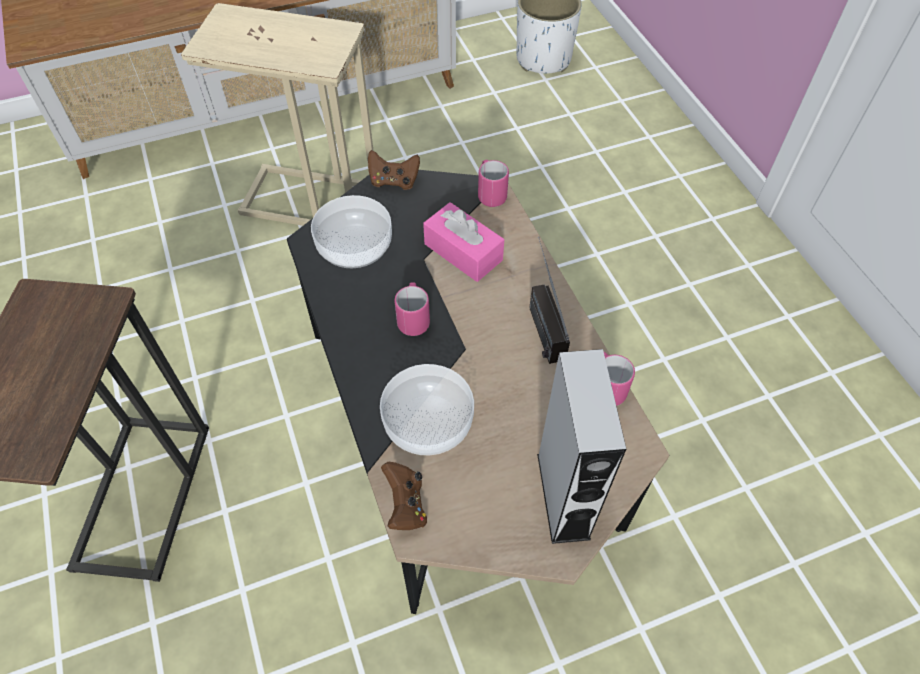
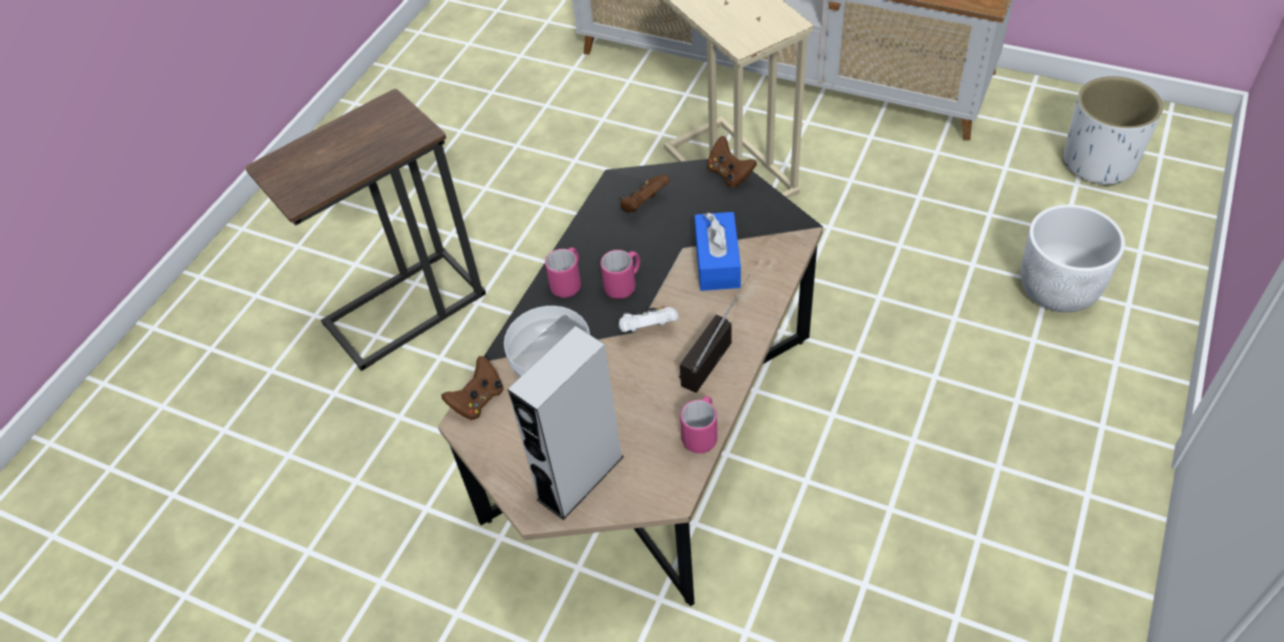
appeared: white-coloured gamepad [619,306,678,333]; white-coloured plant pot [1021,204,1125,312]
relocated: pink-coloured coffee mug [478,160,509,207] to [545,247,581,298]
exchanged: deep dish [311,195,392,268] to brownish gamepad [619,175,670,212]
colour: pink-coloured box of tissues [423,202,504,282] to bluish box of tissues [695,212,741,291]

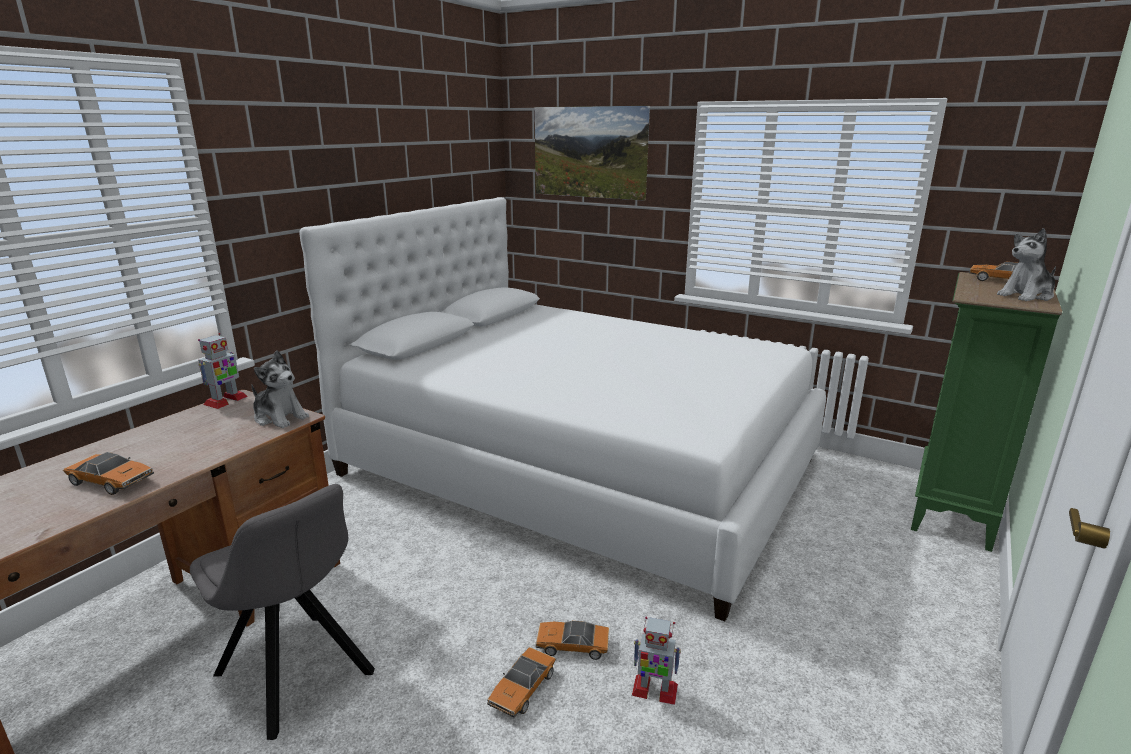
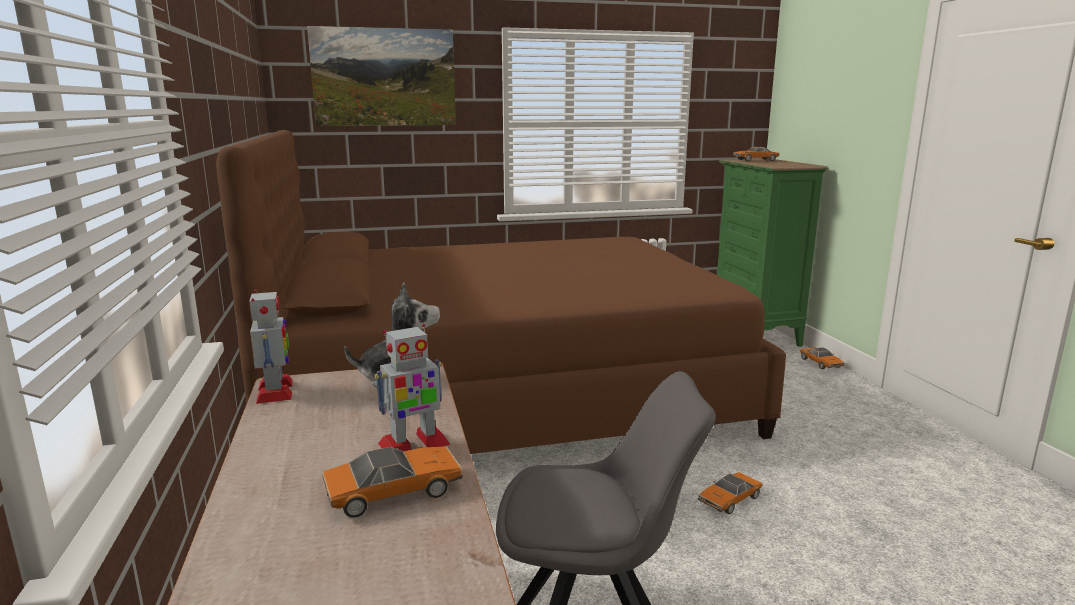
missing: cuddly toy [997,228,1056,301]
relocated: robot figure [632,617,681,705] to [375,324,450,451]; model car [487,647,556,717] to [800,347,845,369]
colour: white-coloured bedroom bed [300,197,826,622] to brownish bedroom bed [216,130,786,454]

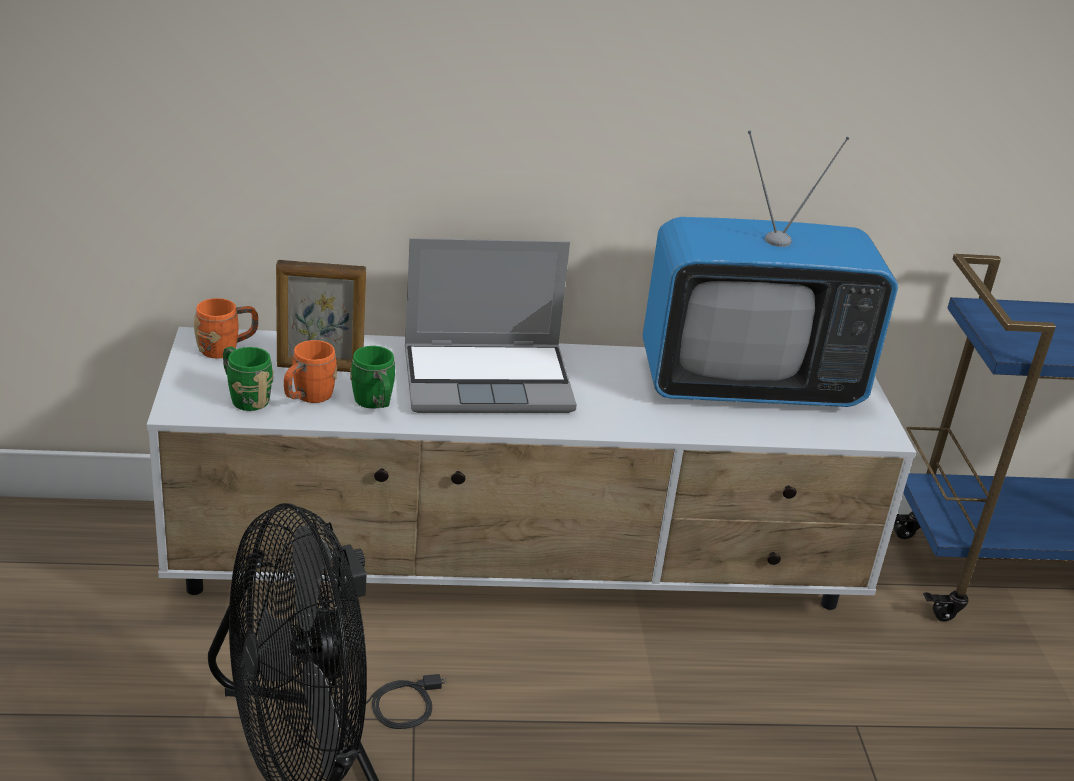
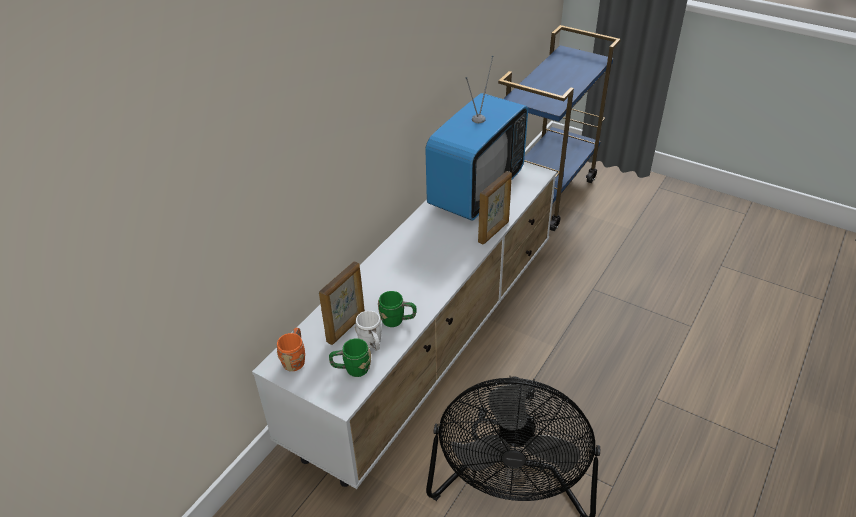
missing: portable computer [405,238,577,413]
appeared: photo frame [478,171,512,245]
colour: orangey coffee mug [284,340,337,403] to white-coloured coffee mug [355,311,382,351]

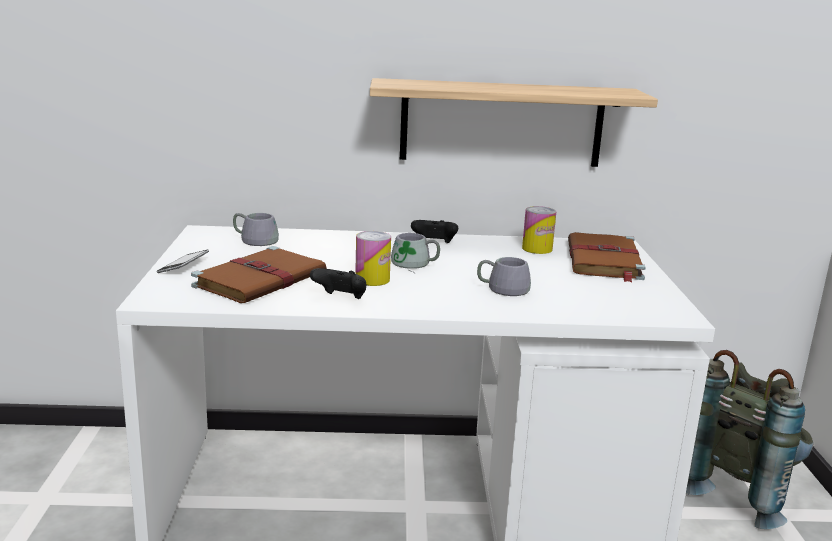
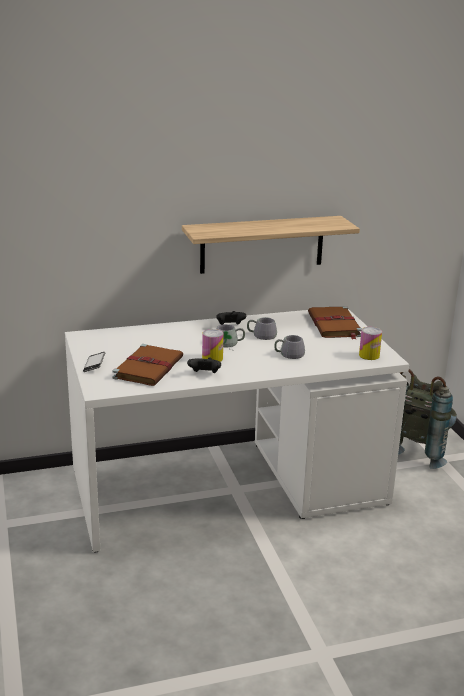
relocated: gray coffee mug [233,213,279,246] to [247,317,277,340]; metal can [522,206,556,254] to [359,327,382,360]

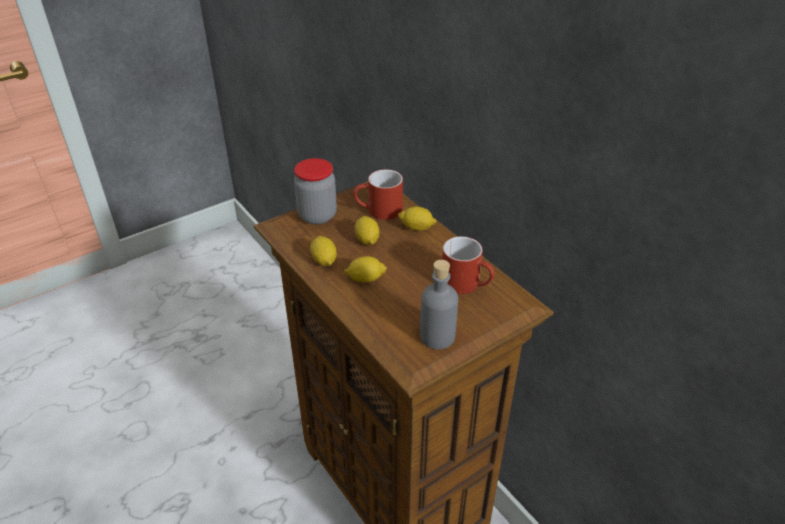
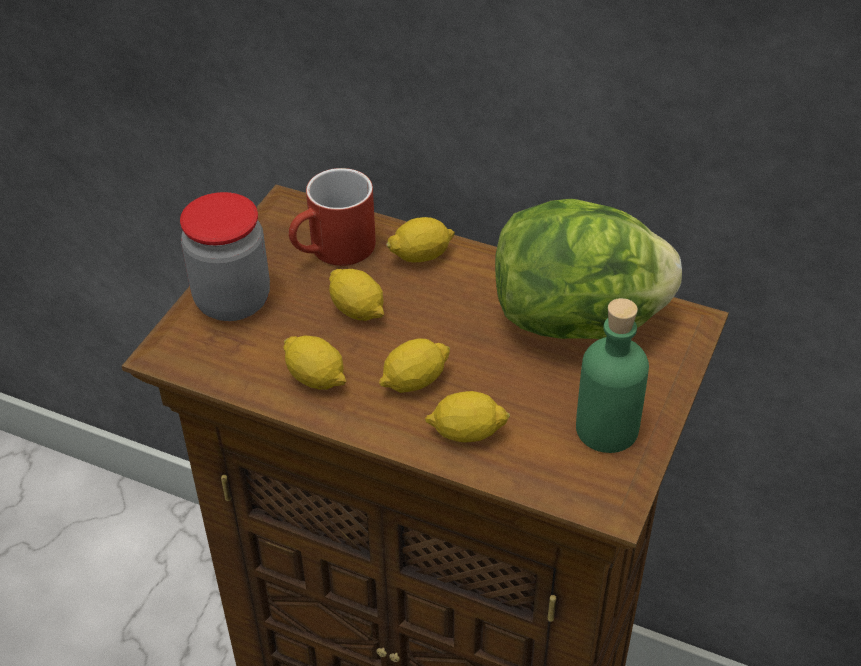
appeared: citrus fruit [425,391,510,443]
exchanged: red-coloured coffee mug [442,236,495,294] to lettuce [495,199,682,339]
colour: gray drink bottle [420,260,458,349] to greenish drink bottle [576,298,649,453]

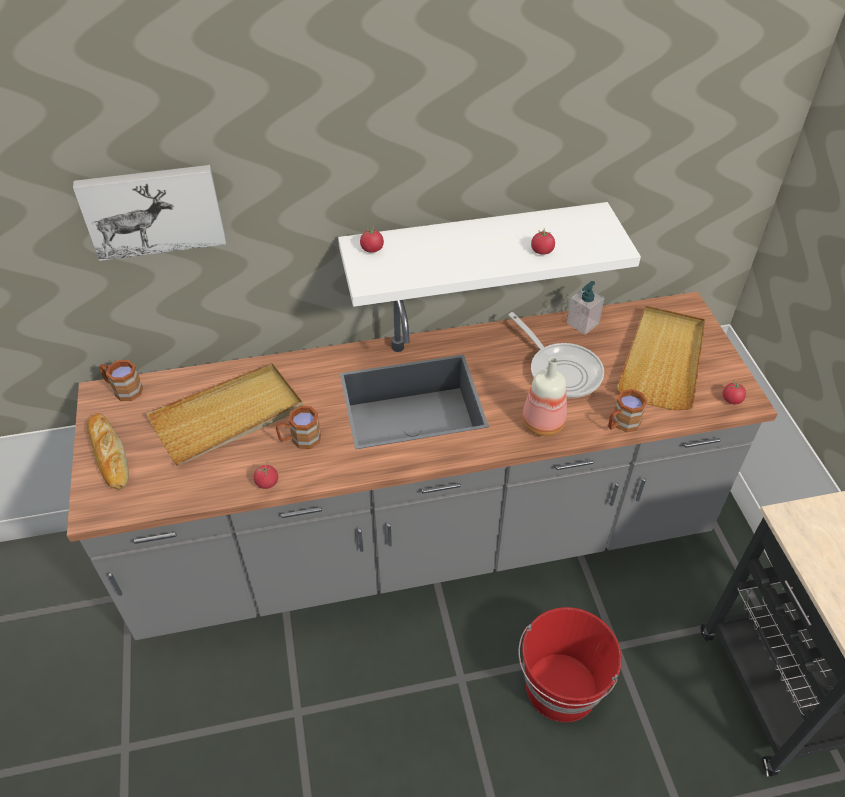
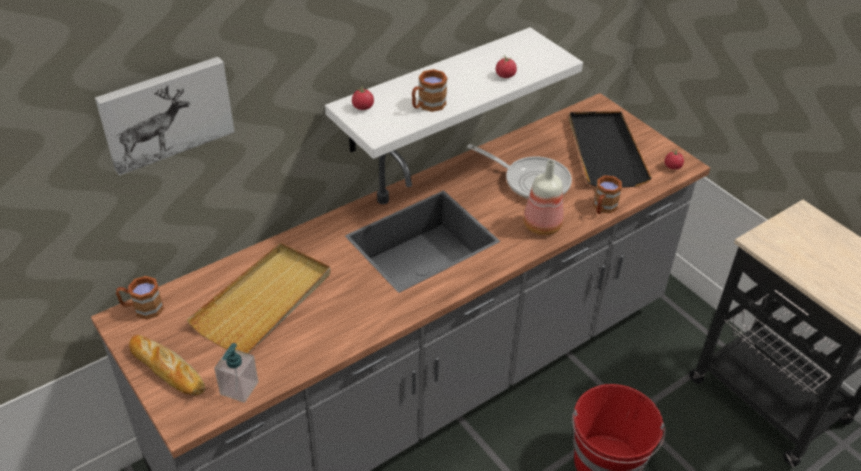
missing: tomato [254,462,278,489]
relocated: liquid soap bottle [567,281,605,335] to [214,343,258,403]; brownish coffee mug [276,406,321,449] to [412,69,447,112]
colour: sand-coloured serving tray [617,306,705,410] to black-coloured serving tray [569,111,652,188]

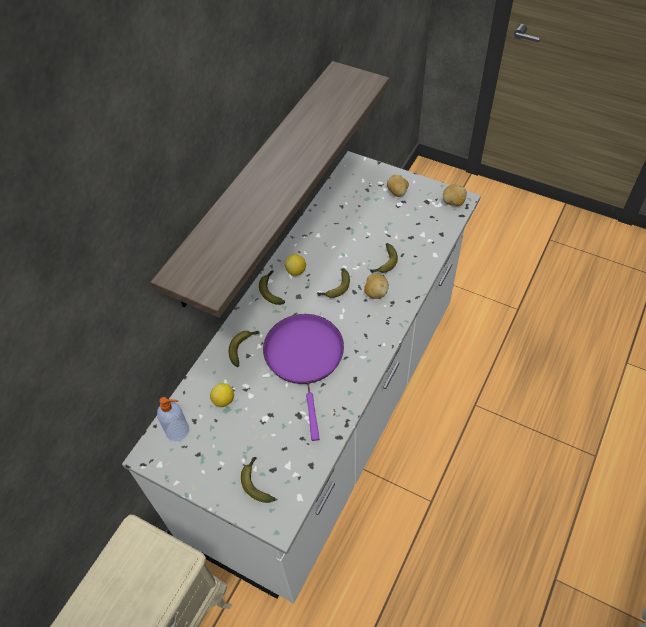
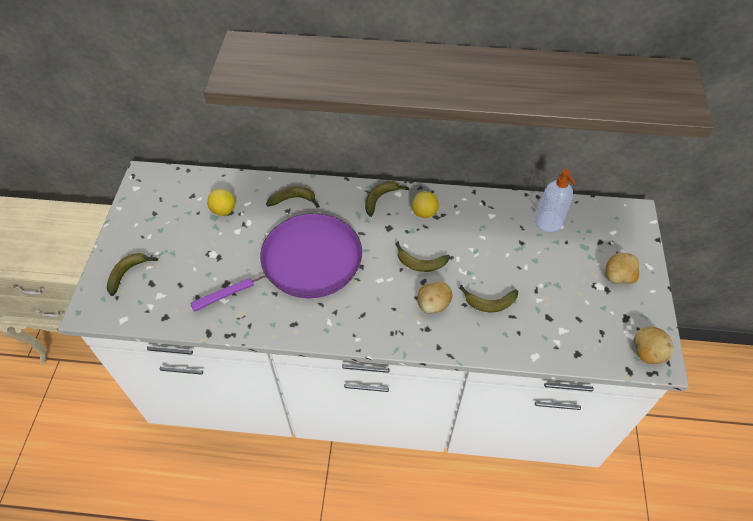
relocated: liquid soap bottle [157,397,189,441] to [536,169,575,232]

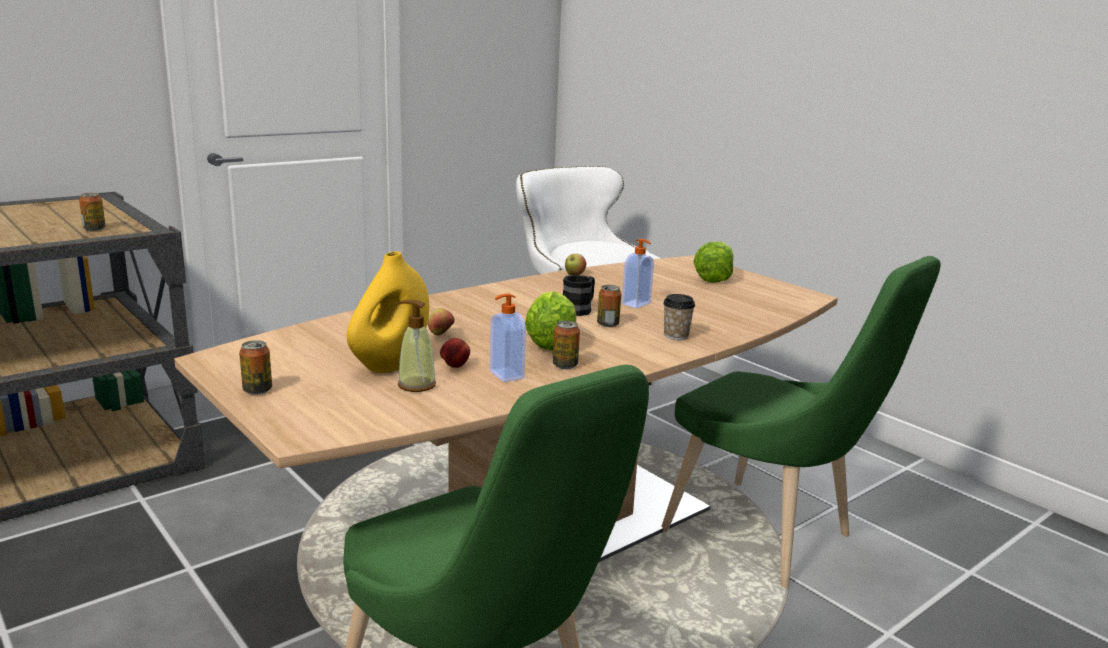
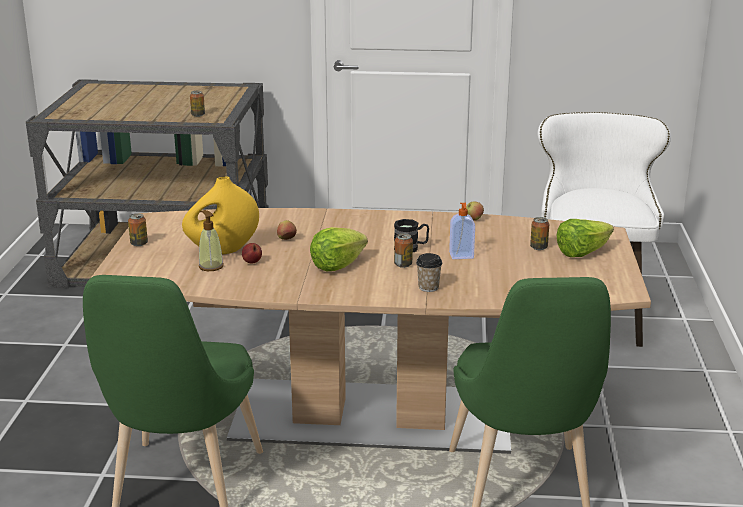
missing: liquid soap bottle [490,293,526,382]
relocated: metal can [553,321,580,369] to [530,217,549,250]

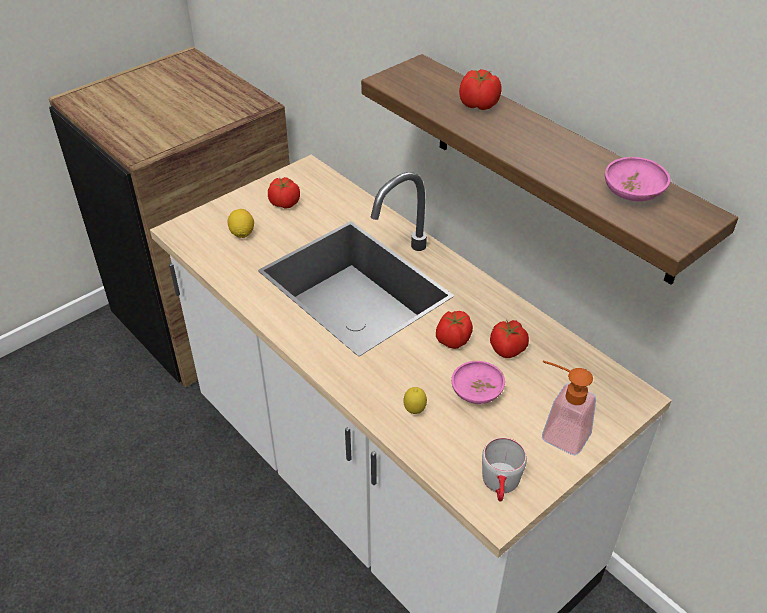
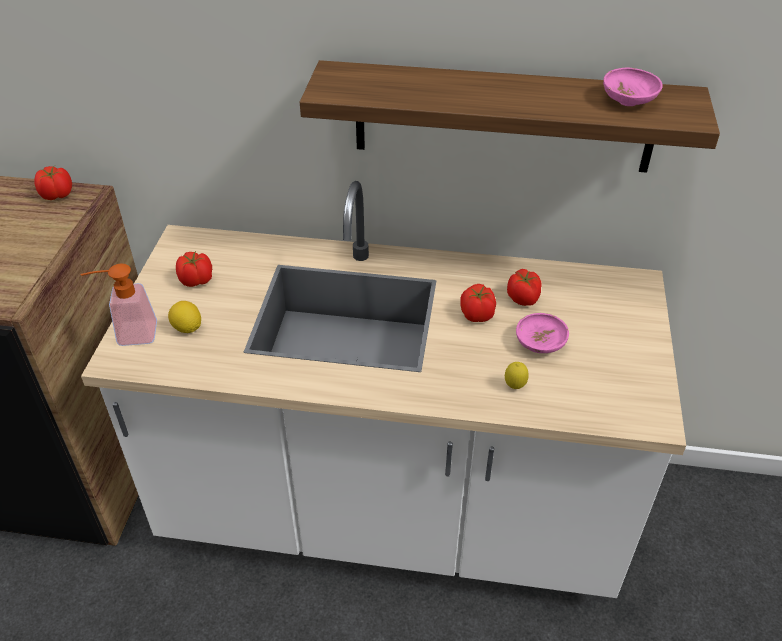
missing: gray coffee mug [482,437,527,502]
relocated: tomato [459,69,502,110] to [34,166,72,200]; liquid soap bottle [542,360,596,456] to [81,264,157,346]

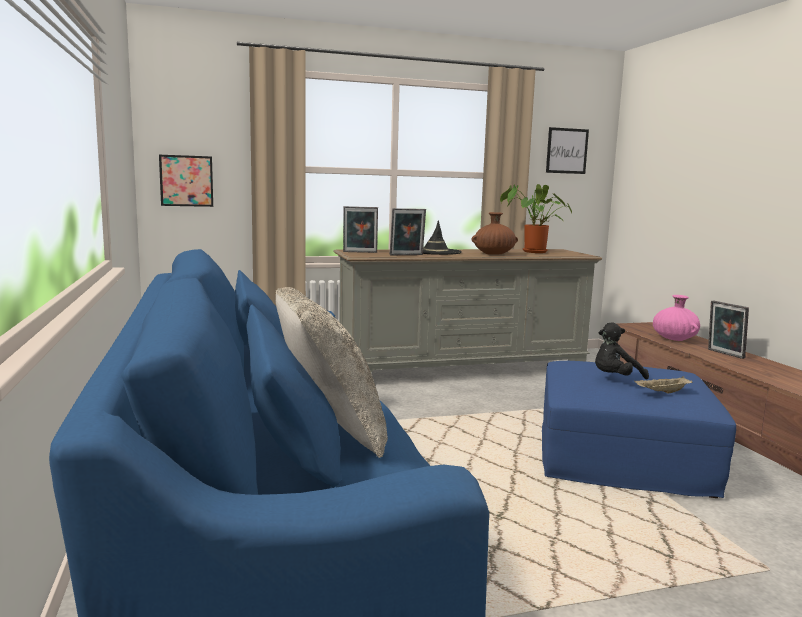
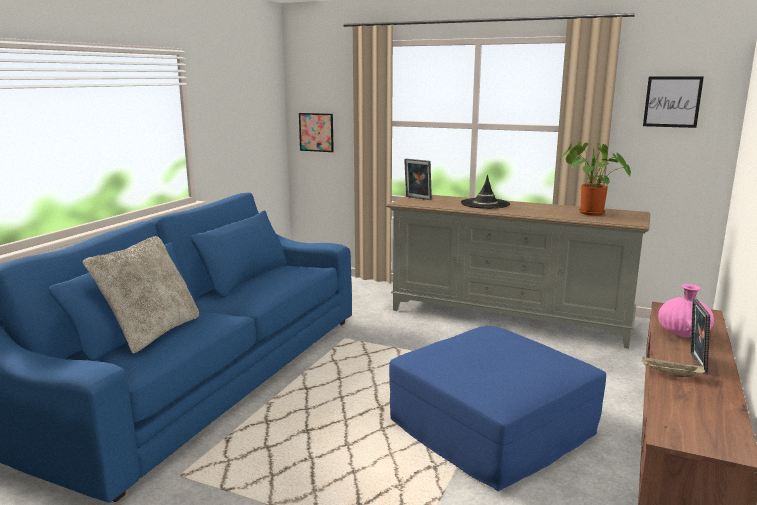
missing: photo frame [390,208,426,255]; brownish decorative vase [471,212,518,255]; black-coloured cuddly toy [595,322,649,380]
relocated: sand-coloured serving tray [634,376,692,393] to [642,357,705,377]

